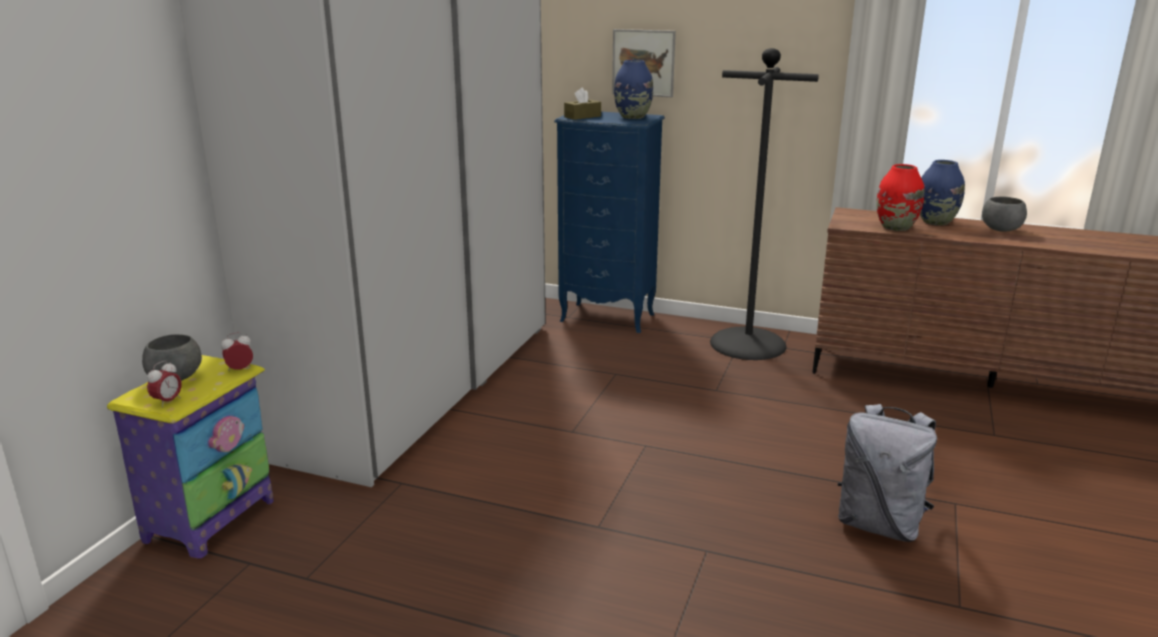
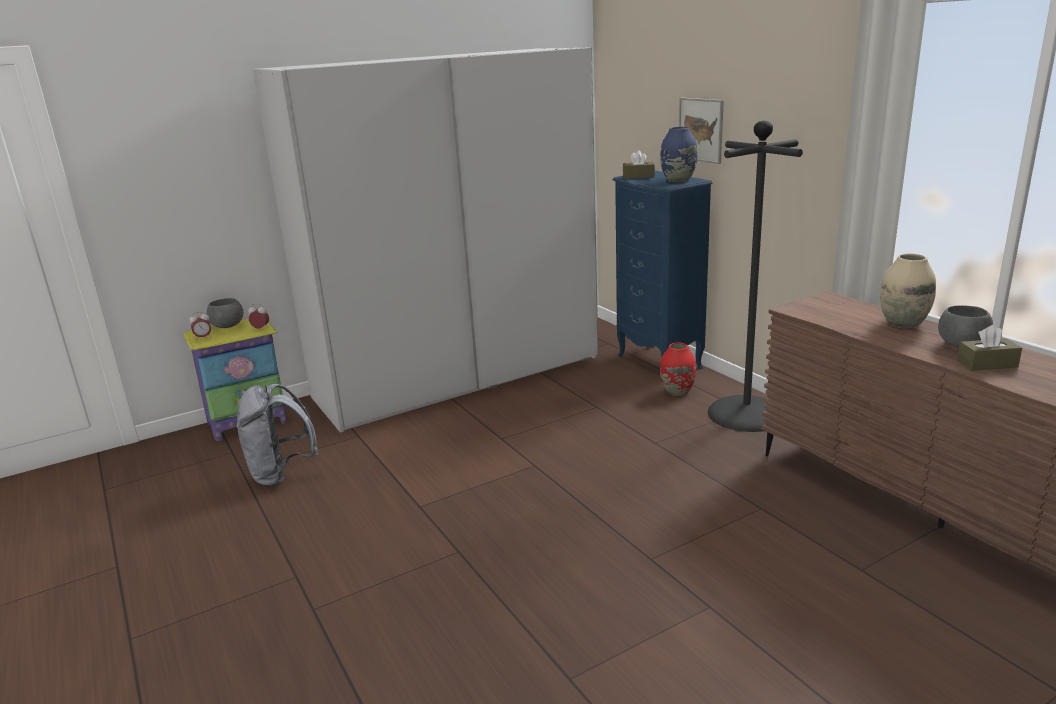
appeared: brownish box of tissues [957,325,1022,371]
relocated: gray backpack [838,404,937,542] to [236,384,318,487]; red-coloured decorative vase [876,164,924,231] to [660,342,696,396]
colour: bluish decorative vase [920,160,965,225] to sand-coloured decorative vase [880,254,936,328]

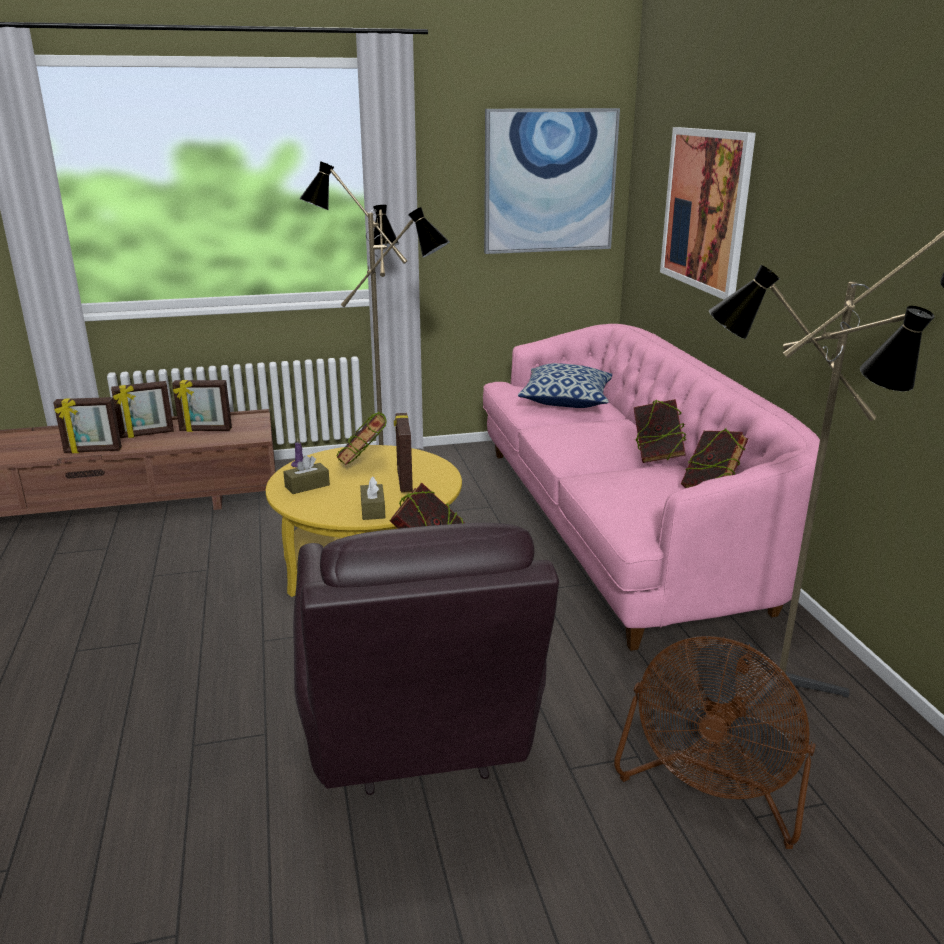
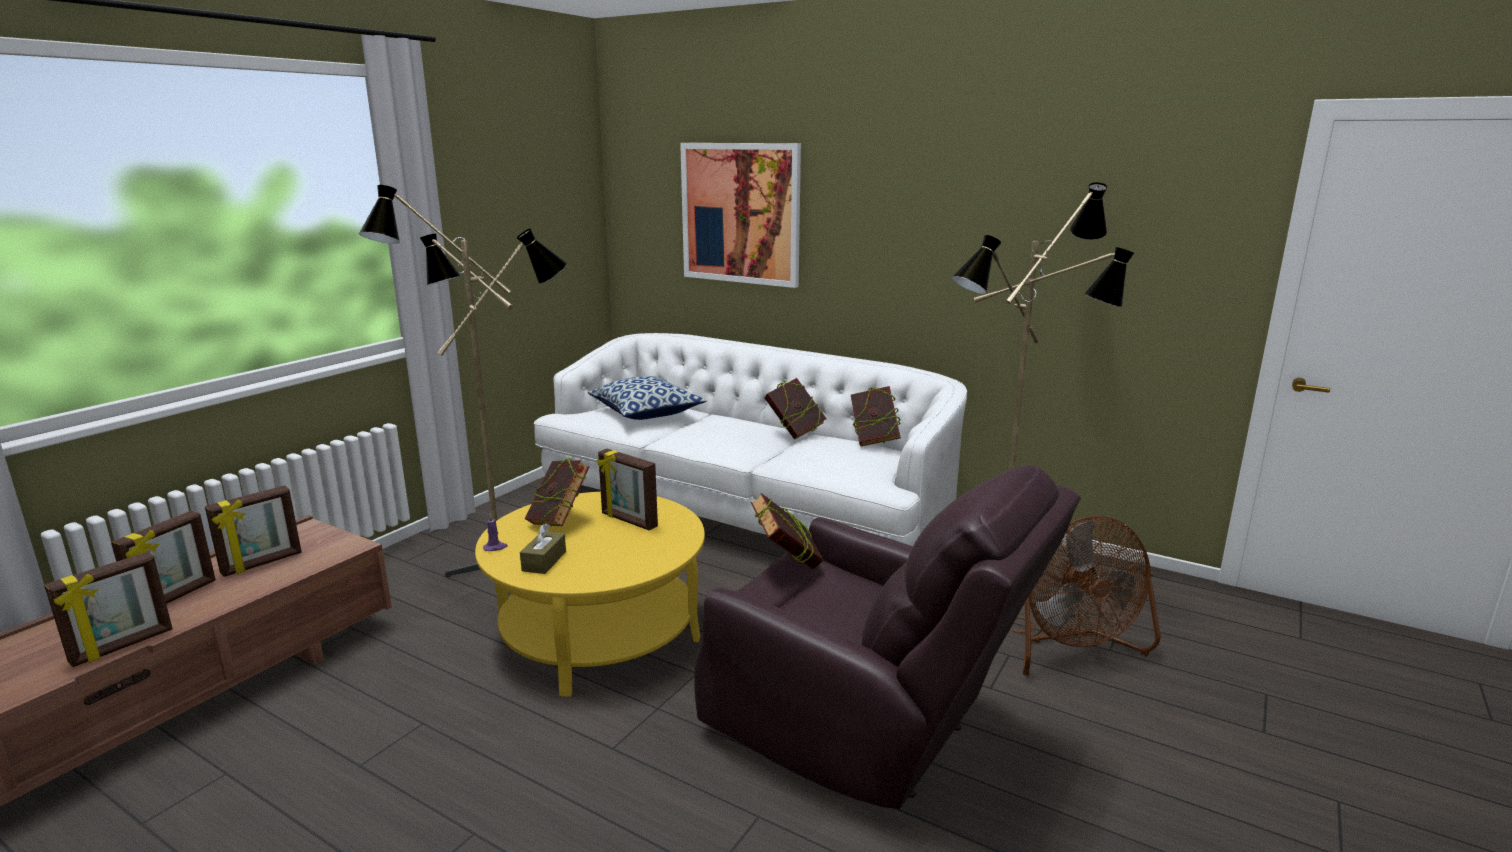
missing: brownish box of tissues [360,477,385,520]; wall art [484,108,620,254]
colour: pink-coloured couch [483,324,820,651] to white-coloured couch [534,333,967,546]

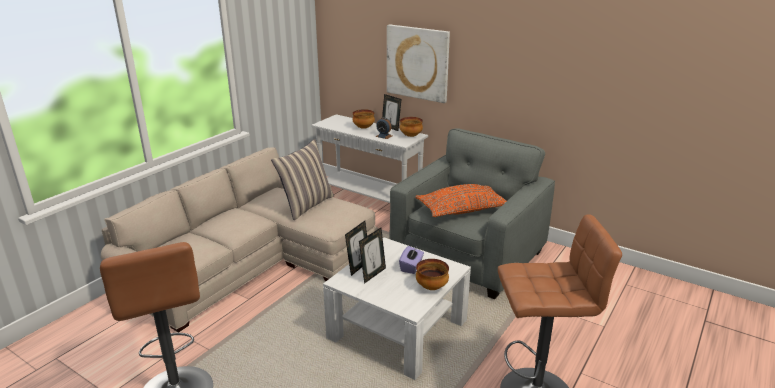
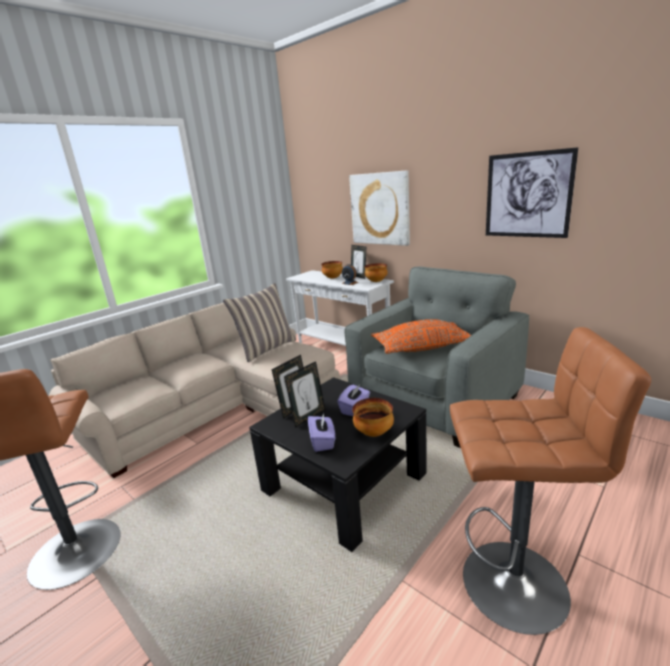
appeared: purple box of tissues [308,413,335,452]; wall art [486,147,578,238]
colour: white-coloured low table [323,237,471,380] to black-coloured low table [249,377,427,552]

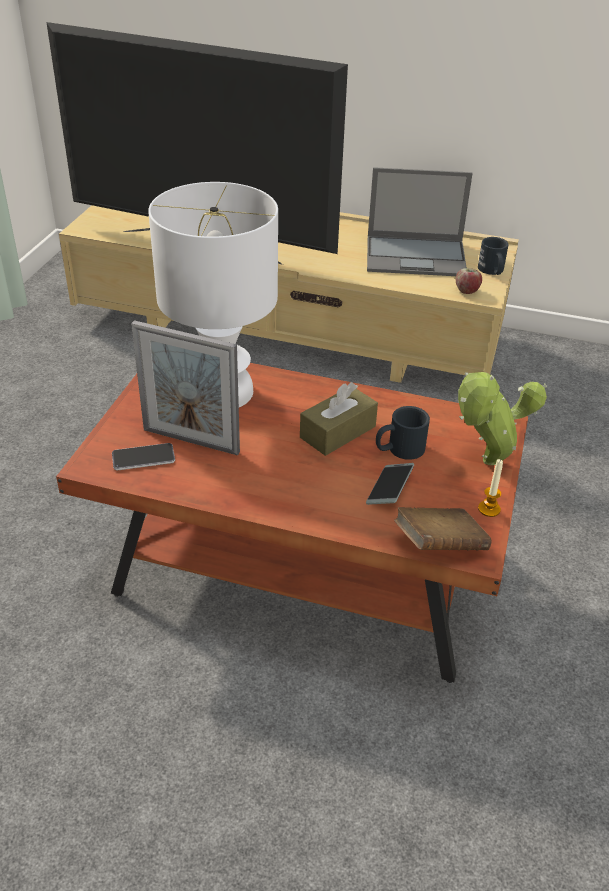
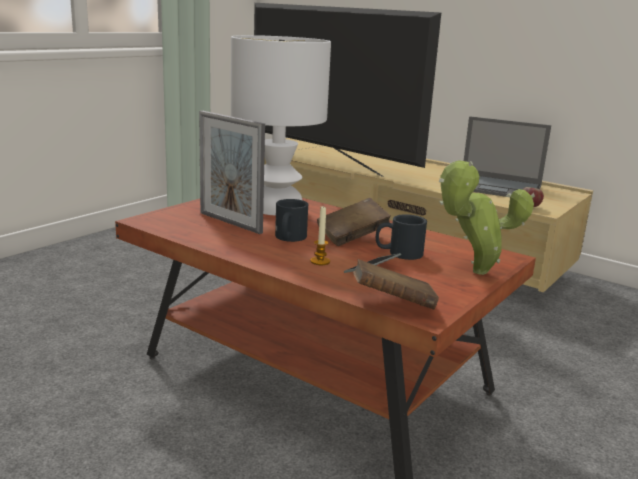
missing: telephone [112,443,175,470]
relocated: black-coloured coffee mug [478,237,509,275] to [275,199,308,242]; candle [478,459,503,517] to [310,205,330,265]
exchanged: brownish box of tissues [300,382,378,456] to brownish volume [317,198,391,246]

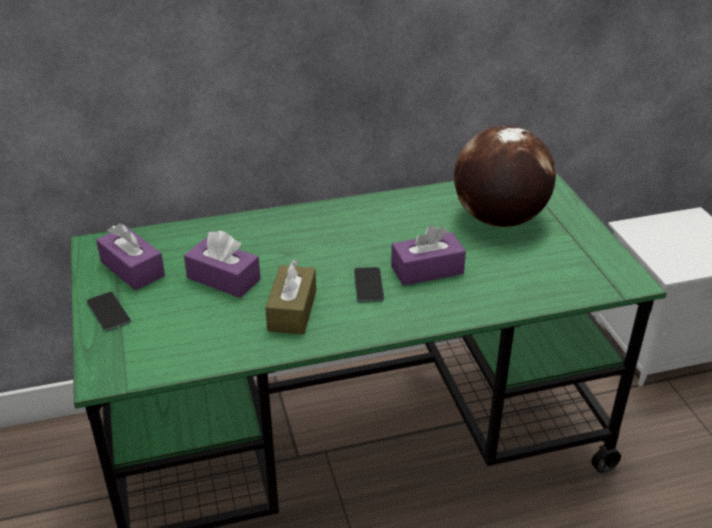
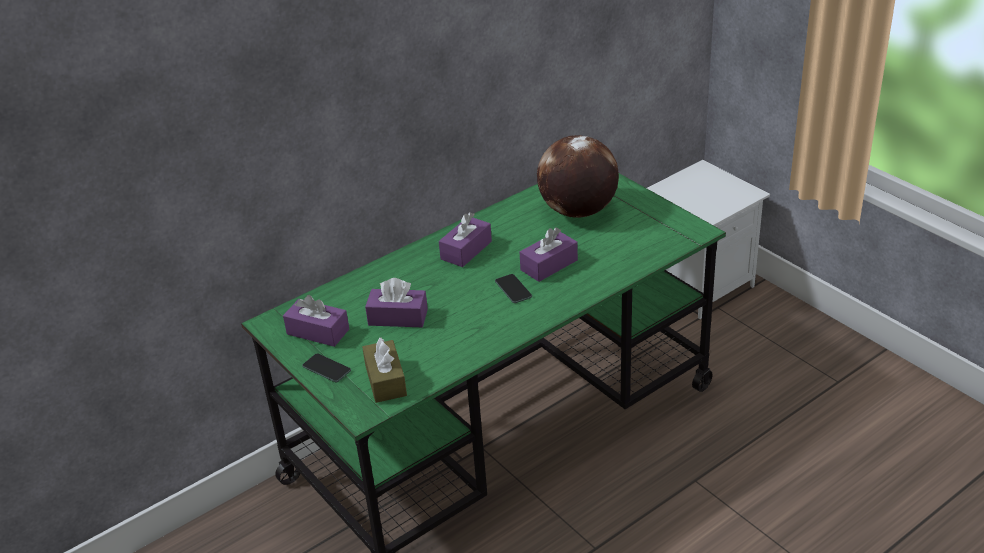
appeared: purple box of tissues [439,212,492,267]
relocated: brownish box of tissues [265,259,316,334] to [362,337,407,403]

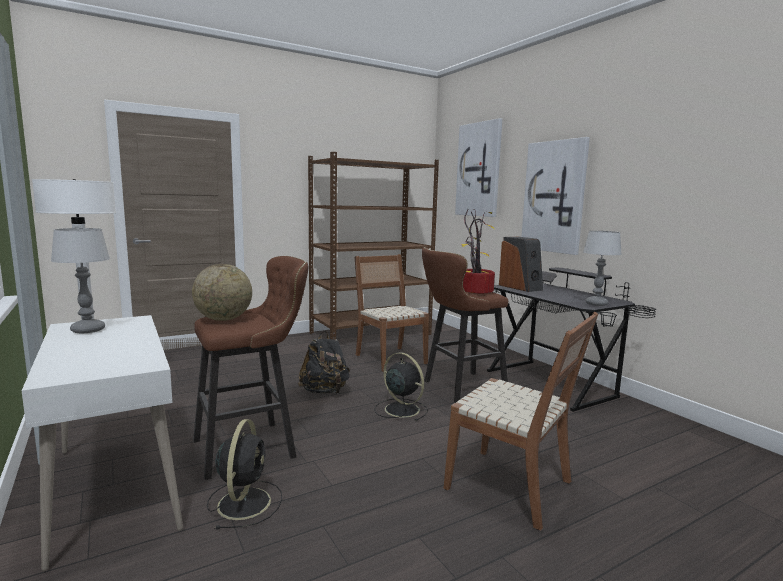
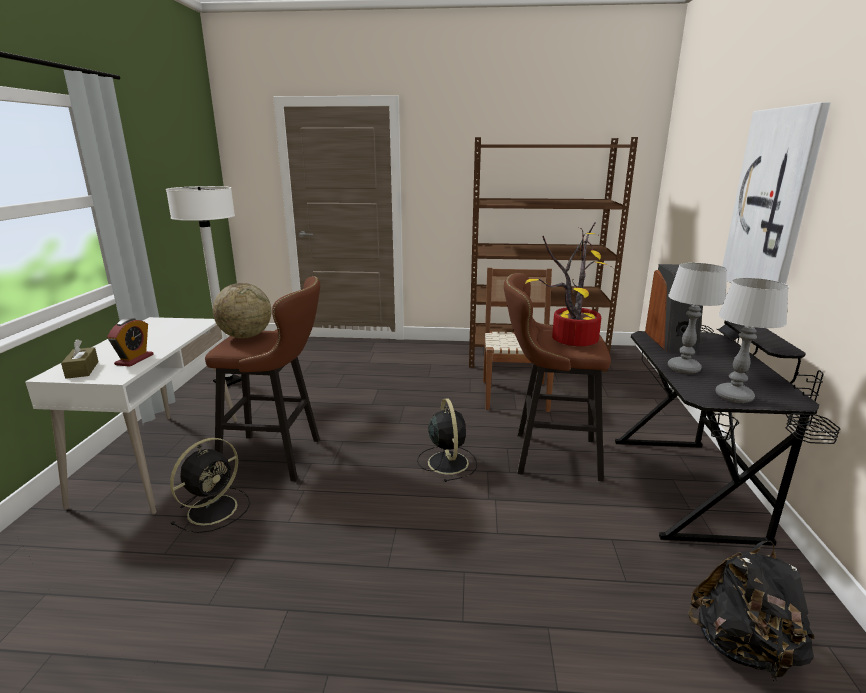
missing: plain chair [444,312,598,531]; wall art [455,118,502,217]
appeared: brownish box of tissues [61,339,99,379]; bedside clock [107,318,153,367]
relocated: lamp for a table [51,228,110,333] to [668,263,727,374]; black-coloured backpack [298,331,350,394] to [688,541,815,681]

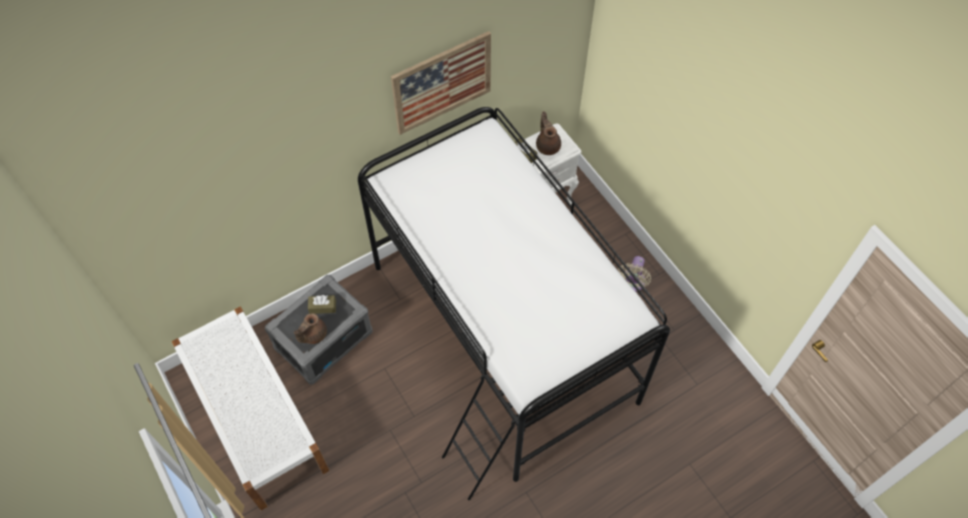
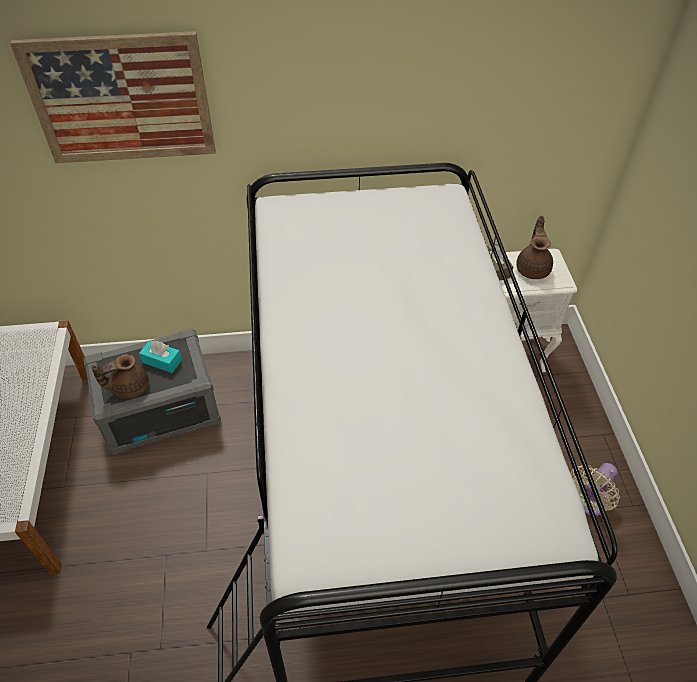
relocated: wall art [391,31,491,135] to [10,31,216,163]
colour: brownish box of tissues [308,295,336,314] to blue-green box of tissues [139,340,182,373]

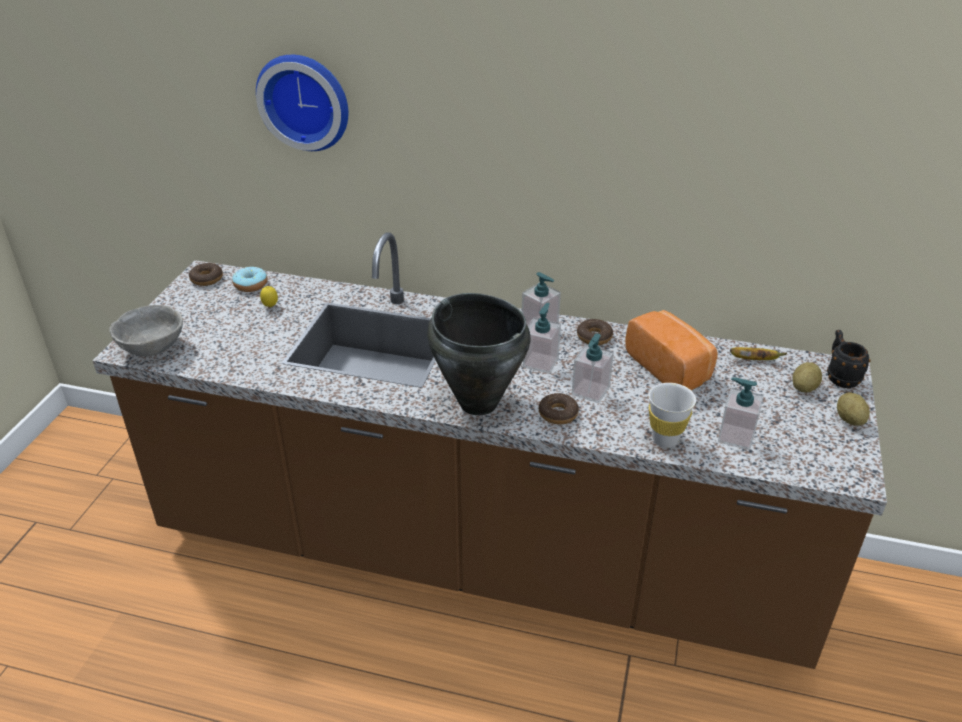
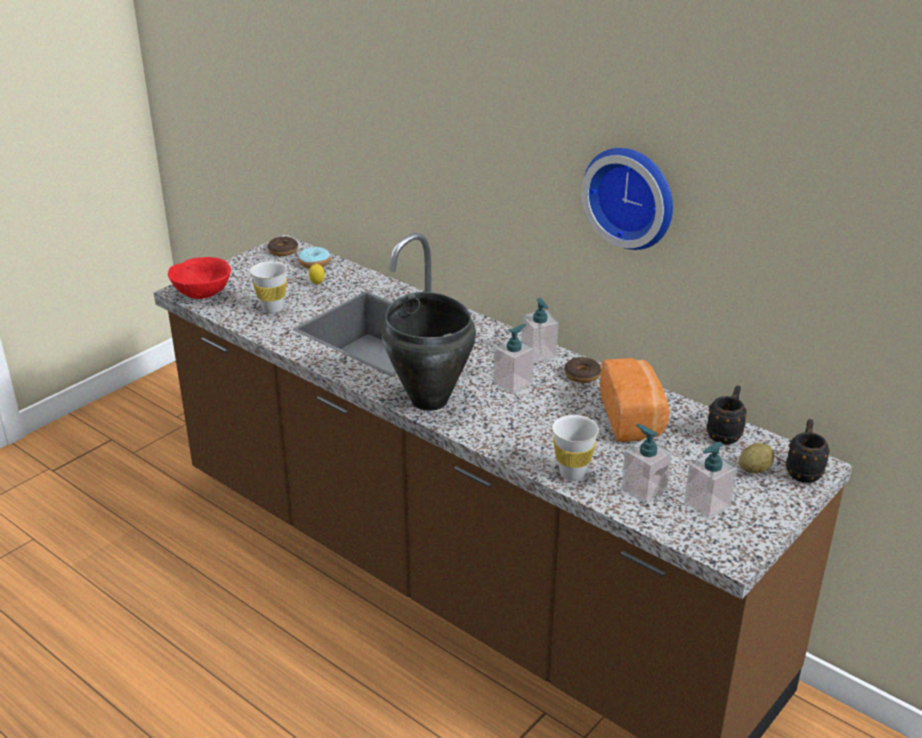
missing: ring doughnut [539,393,579,424]; whole potato [837,392,870,426]
appeared: white-coloured drinking cup [250,261,287,314]
relocated: clock on the wall [256,55,348,151] to [581,148,673,250]; liquid soap bottle [572,333,614,403] to [684,442,737,519]
exchanged: banana fruit [730,347,787,360] to black-coloured coffee mug [706,385,747,444]
colour: gray deep dish [109,305,183,357] to red-coloured deep dish [168,257,231,299]

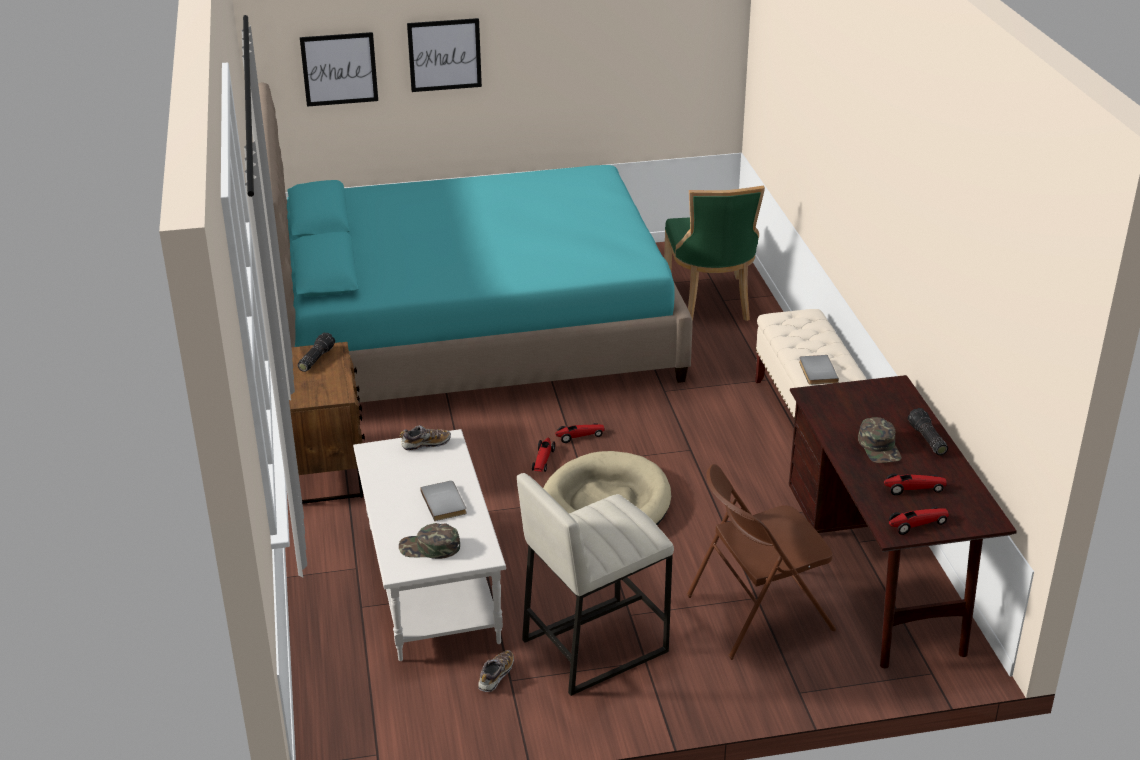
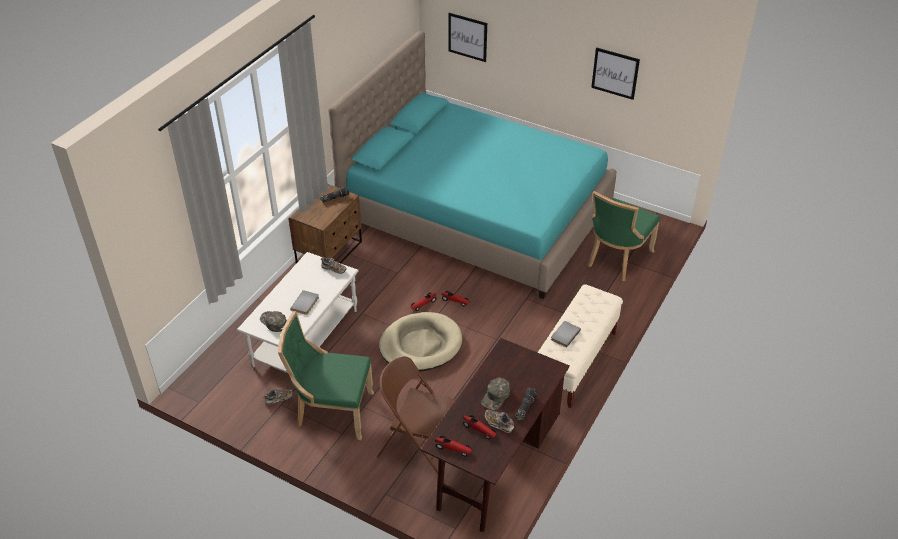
appeared: low shoe [484,410,514,433]
relocated: wall art [407,18,482,92] to [591,47,640,100]
exchanged: sand-coloured sitting stool [517,473,674,696] to greenish plain chair [278,311,374,440]

